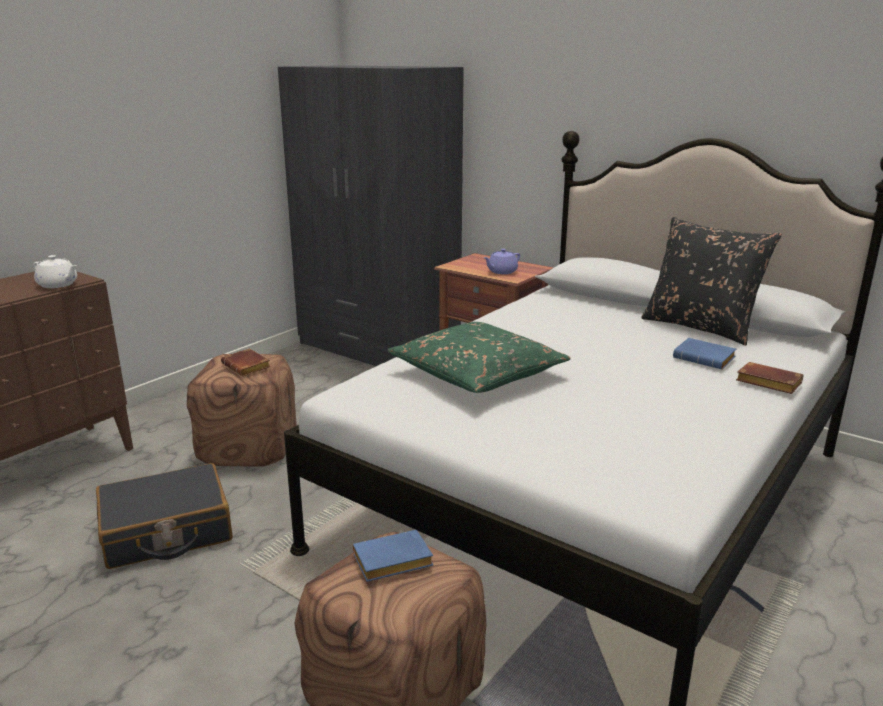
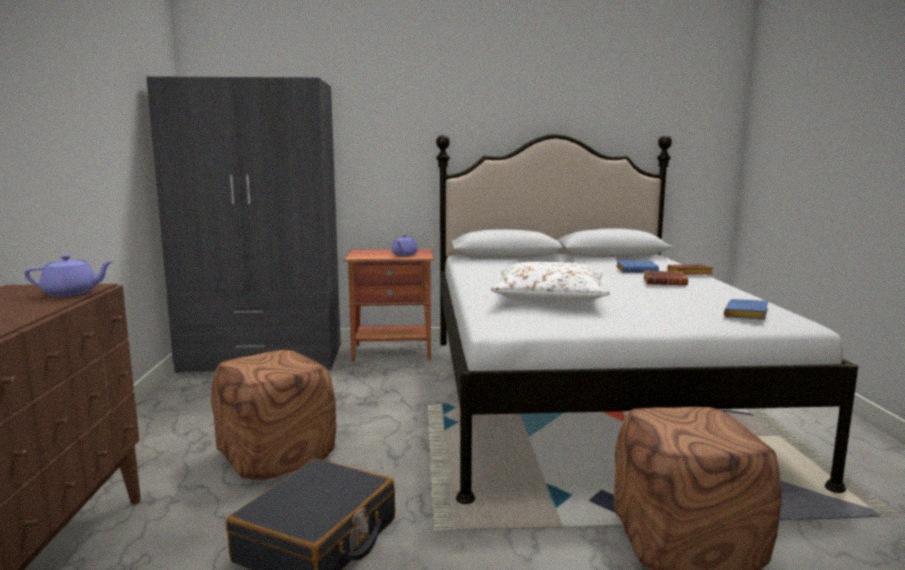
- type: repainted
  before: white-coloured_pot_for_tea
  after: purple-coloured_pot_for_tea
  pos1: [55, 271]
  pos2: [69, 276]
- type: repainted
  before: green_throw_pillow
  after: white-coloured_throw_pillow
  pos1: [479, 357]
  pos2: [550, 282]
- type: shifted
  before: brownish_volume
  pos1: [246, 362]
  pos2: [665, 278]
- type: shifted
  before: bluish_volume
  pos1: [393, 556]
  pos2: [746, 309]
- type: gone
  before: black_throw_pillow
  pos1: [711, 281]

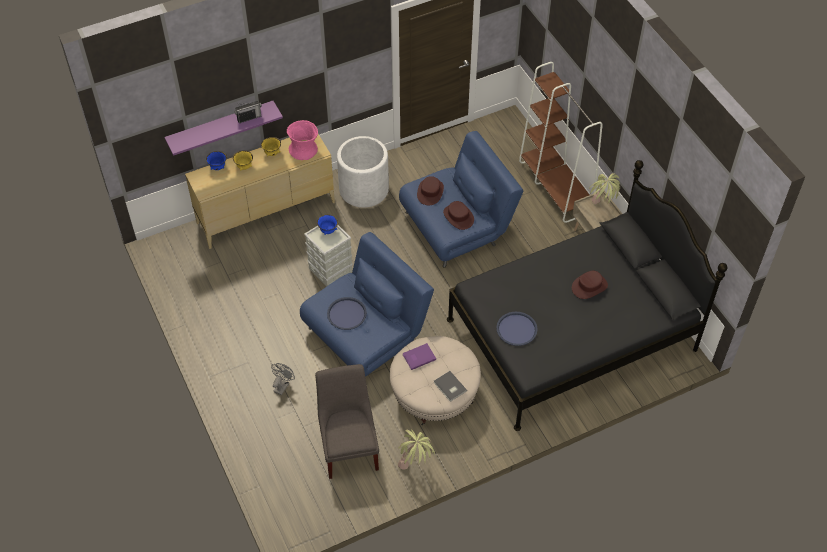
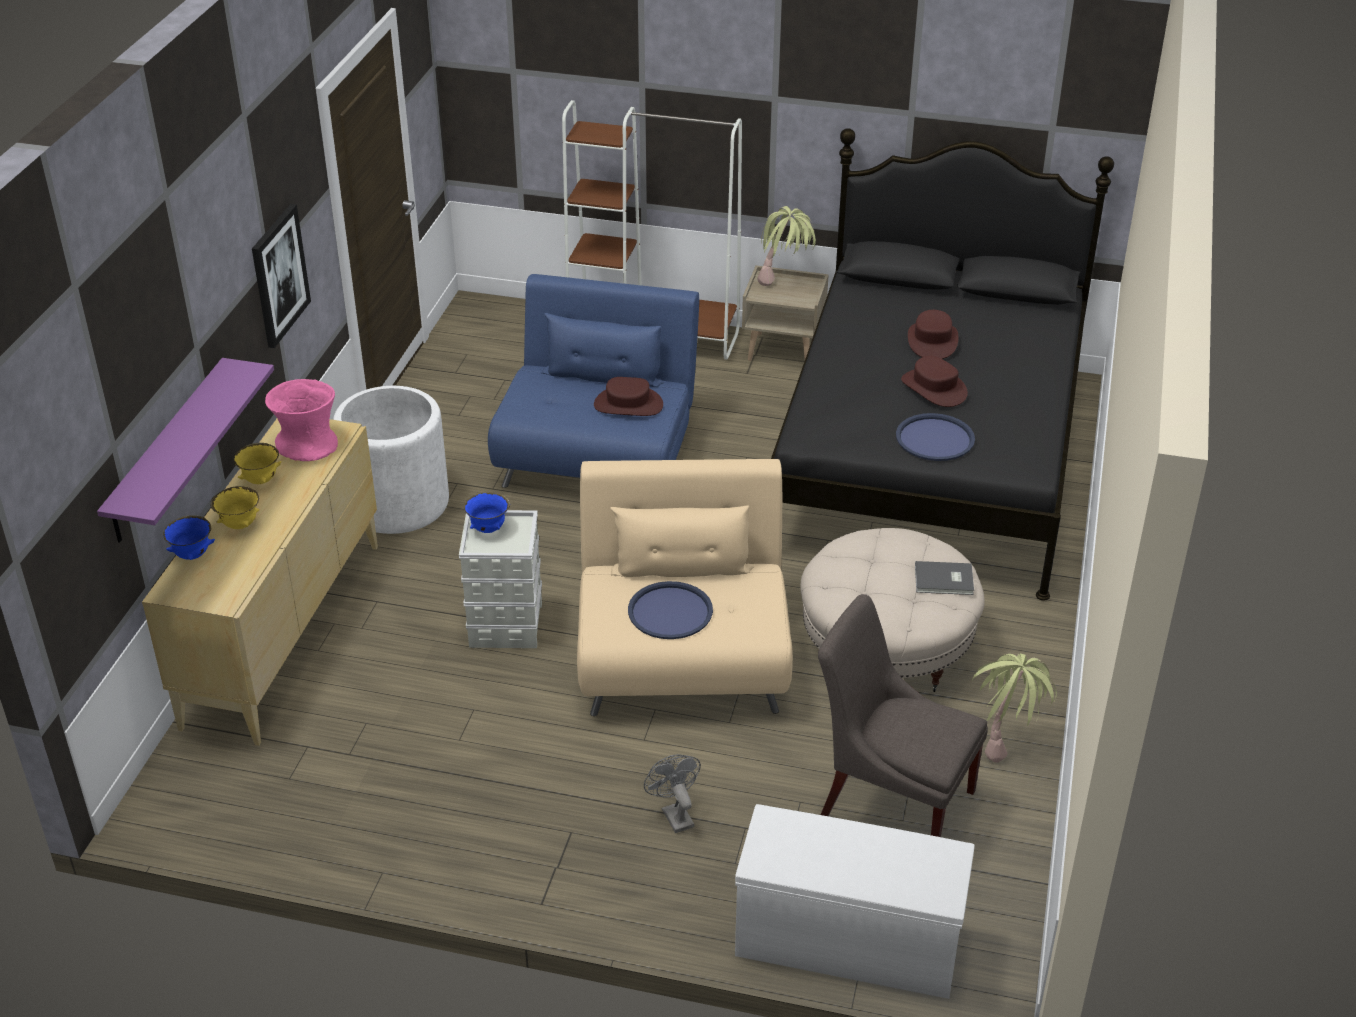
- type: new
  after: wall_picture
  pos2: [281, 276]
- type: repainted
  before: bluish_lounge_chair
  after: beige_lounge_chair
  pos1: [367, 304]
  pos2: [685, 587]
- type: new
  after: white-coloured_long_seat
  pos2: [854, 901]
- type: shifted
  before: brownish_hat
  pos1: [430, 190]
  pos2: [934, 381]
- type: gone
  before: radio_receiver
  pos1: [248, 112]
- type: gone
  before: purple-coloured_volume
  pos1: [419, 356]

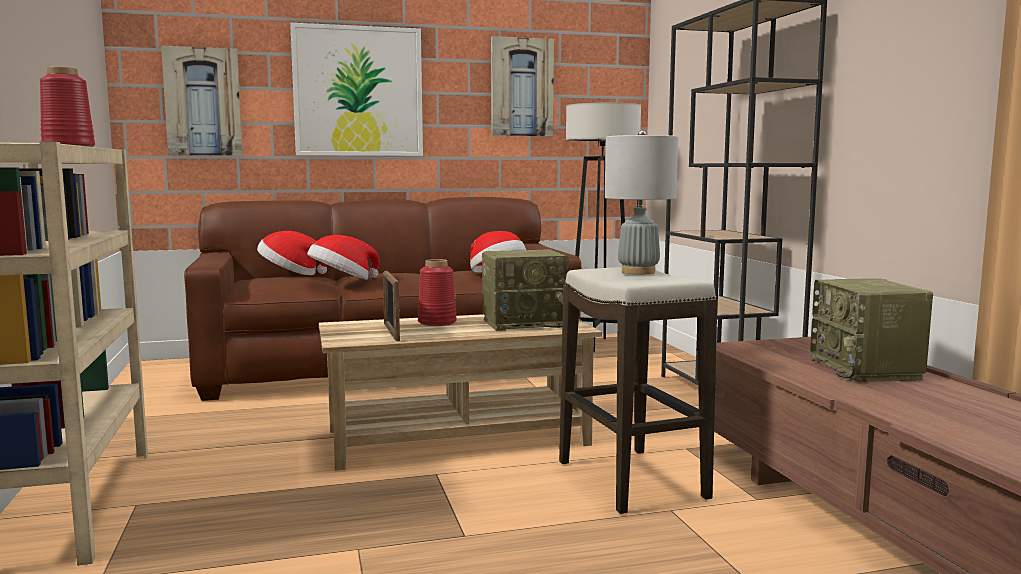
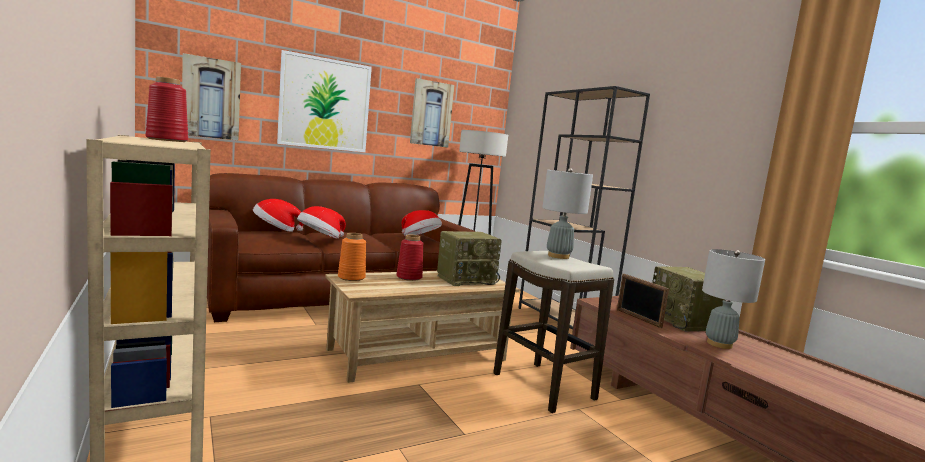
- type: new
  after: orangey_decorative_vase
  pos2: [352, 257]
- type: shifted
  before: standing_frame
  pos1: [391, 306]
  pos2: [643, 301]
- type: new
  after: greyish_lamp_for_a_table
  pos2: [733, 299]

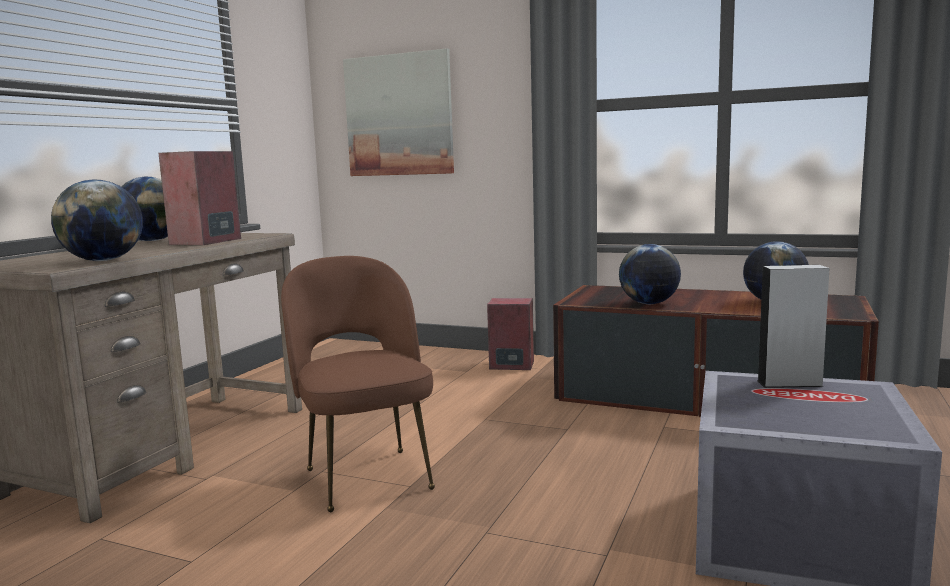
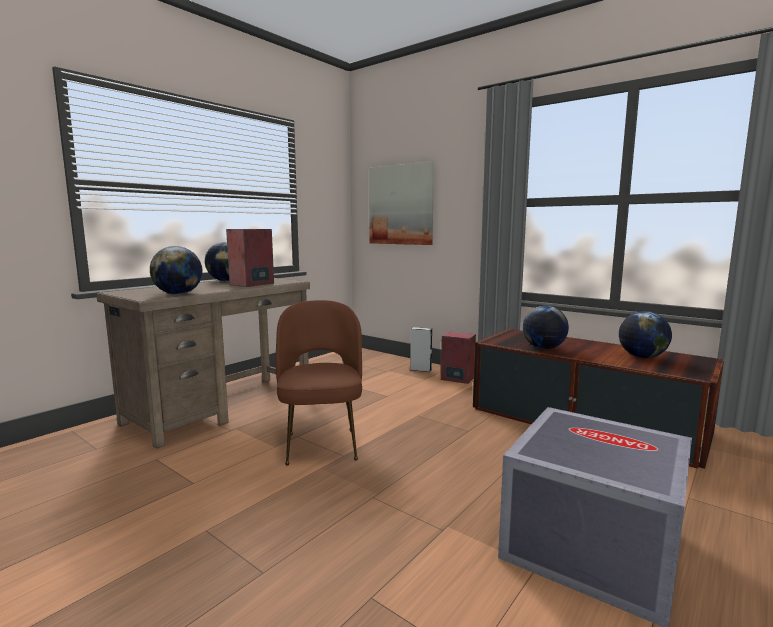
- type: shifted
  before: greyish_loudspeaker
  pos1: [793, 326]
  pos2: [421, 349]

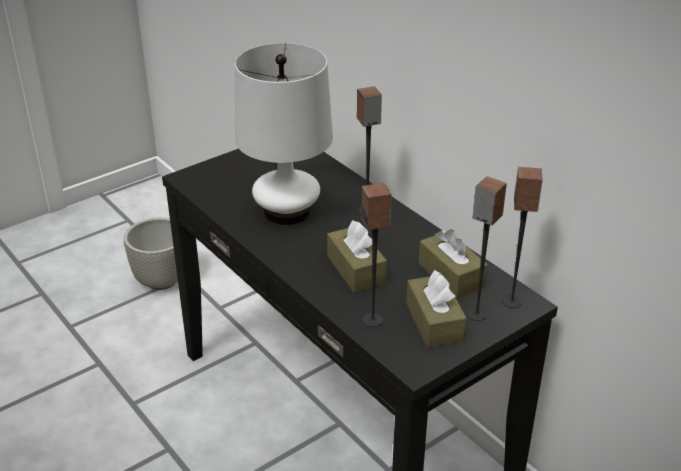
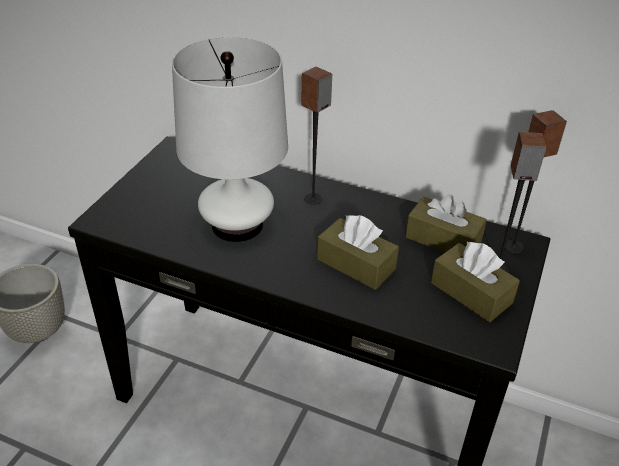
- type: gone
  before: loudspeaker
  pos1: [376, 255]

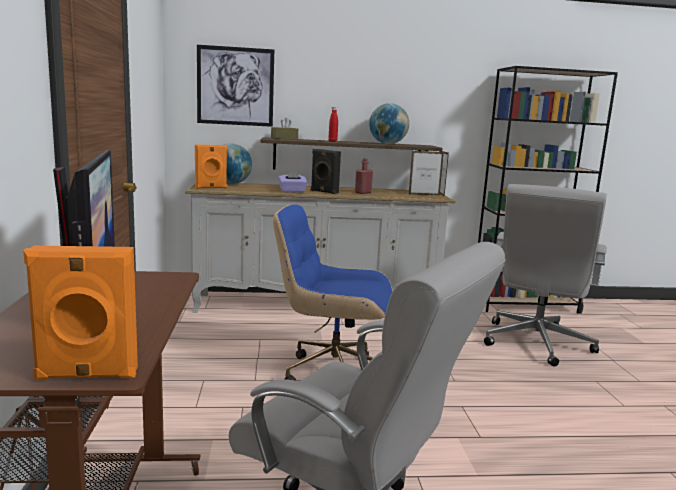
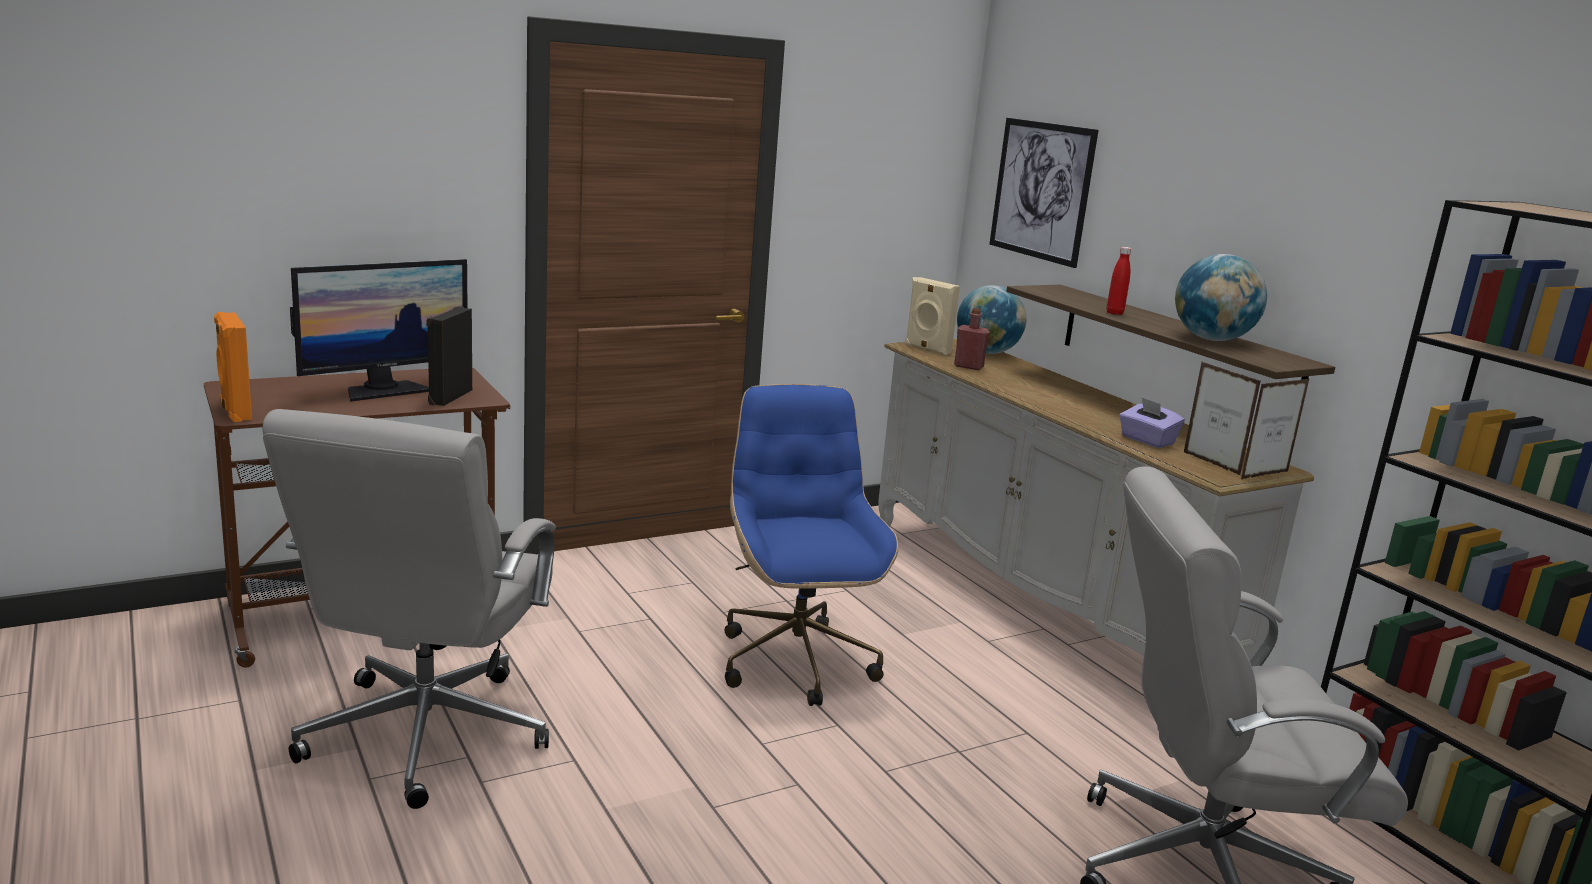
- type: shifted
  before: black_loudspeaker
  pos1: [326, 171]
  pos2: [449, 356]
- type: repainted
  before: orangey_loudspeaker
  after: beige_loudspeaker
  pos1: [211, 166]
  pos2: [932, 316]
- type: shifted
  before: reddish_drink_bottle
  pos1: [364, 176]
  pos2: [972, 339]
- type: shifted
  before: purple-coloured_tissue_box
  pos1: [292, 182]
  pos2: [1152, 422]
- type: gone
  before: brownish_tissue_box
  pos1: [284, 128]

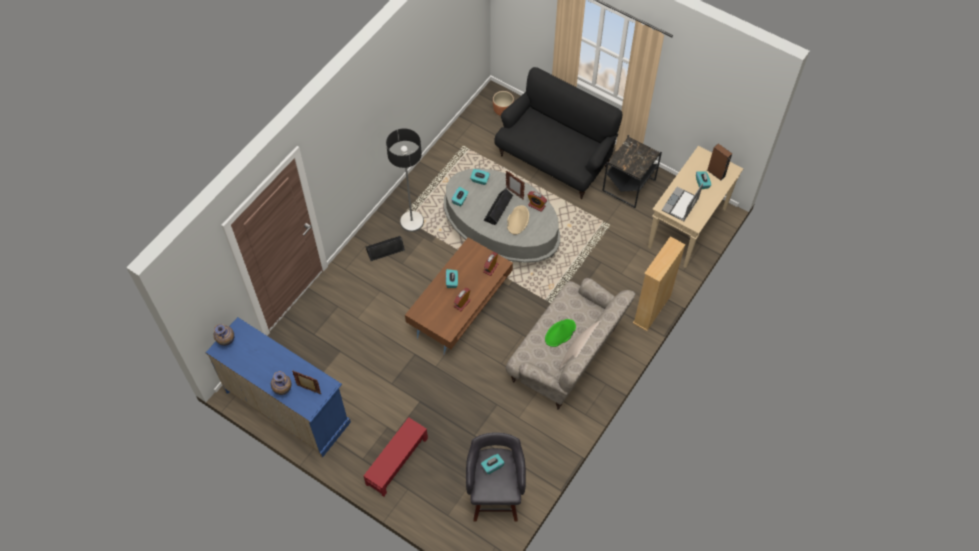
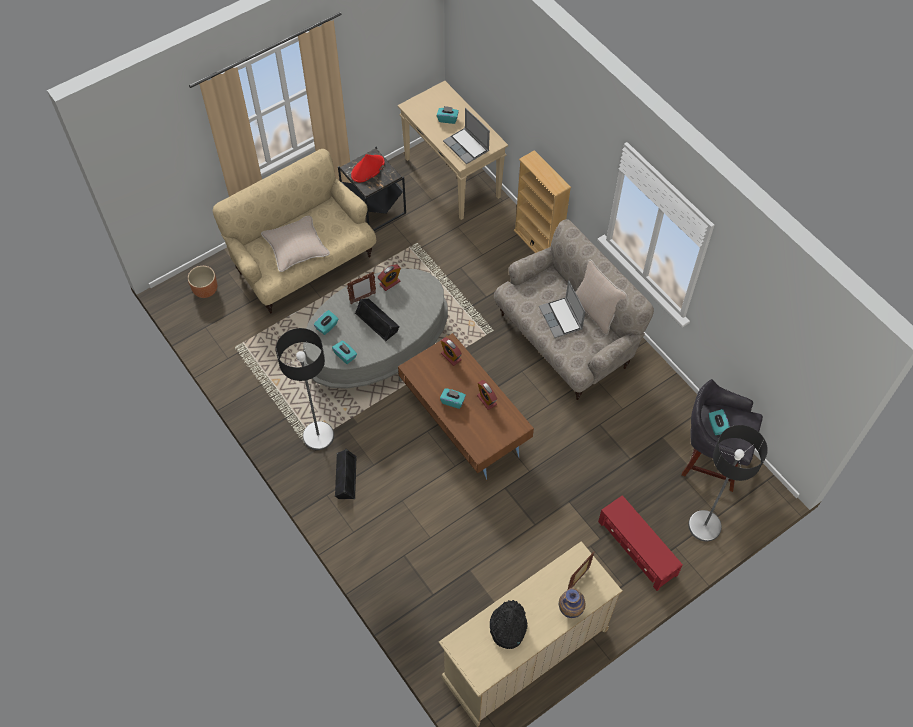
- type: repainted
  before: black_couch
  after: beige_couch
  pos1: [558, 133]
  pos2: [294, 231]
- type: new
  after: beige_throw_pillow
  pos2: [295, 244]
- type: new
  after: reddish_hat
  pos2: [368, 168]
- type: repainted
  before: bluish_storage_cabinet
  after: beige_storage_cabinet
  pos1: [278, 387]
  pos2: [530, 634]
- type: new
  after: black_hat
  pos2: [508, 624]
- type: swapped
  before: green_hat
  after: notebook_computer
  pos1: [560, 333]
  pos2: [562, 309]
- type: new
  after: standard_lamp
  pos2: [728, 483]
- type: gone
  before: decorative_vase
  pos1: [224, 335]
- type: gone
  before: beige_hat
  pos1: [518, 220]
- type: gone
  before: brownish_loudspeaker
  pos1: [719, 162]

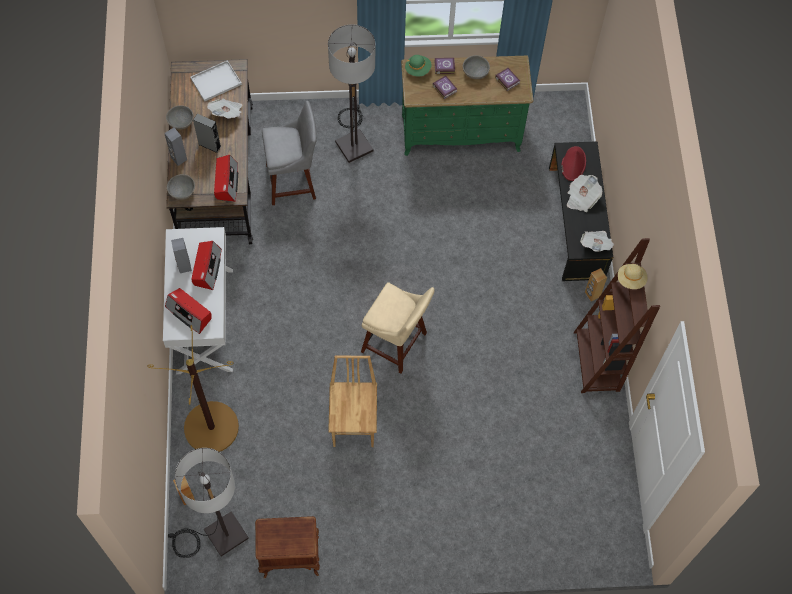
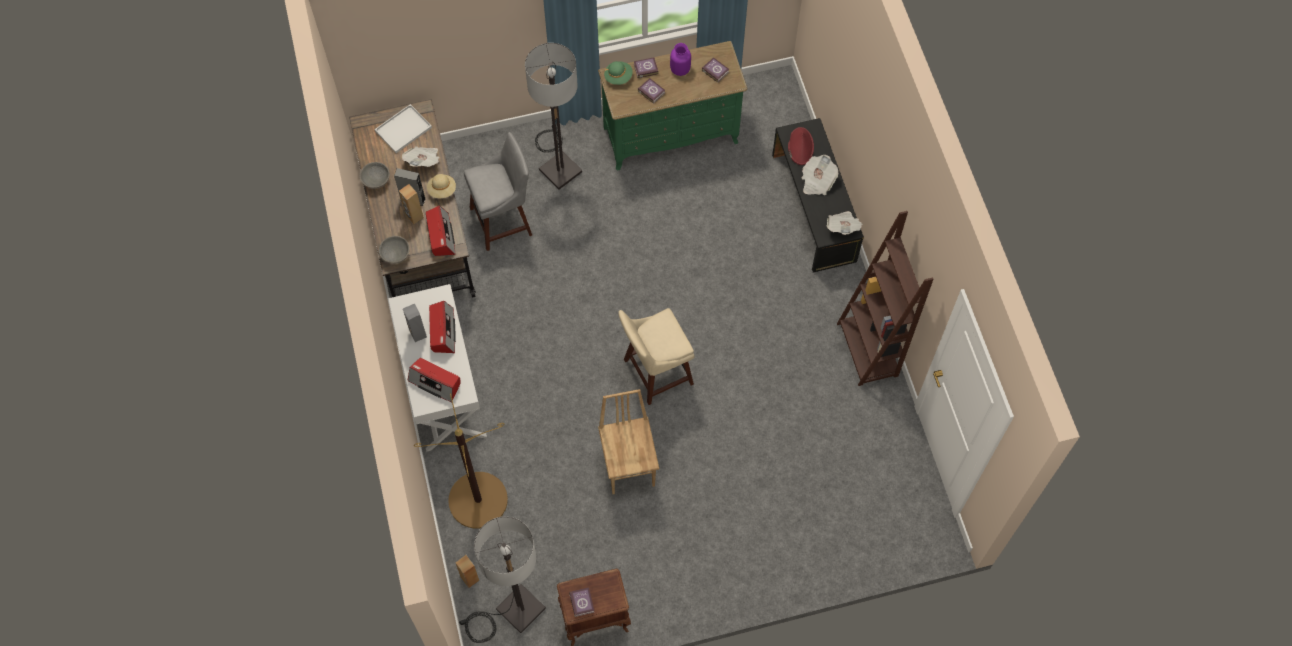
- type: shifted
  before: brownish_loudspeaker
  pos1: [596, 285]
  pos2: [411, 204]
- type: shifted
  before: beige_hat
  pos1: [632, 276]
  pos2: [441, 186]
- type: new
  after: volume
  pos2: [581, 602]
- type: rotated
  before: beige_chair
  pos1: [398, 328]
  pos2: [656, 356]
  turn: 135
- type: swapped
  before: greyish_serving_bowl
  after: purple-coloured_decorative_vase
  pos1: [476, 67]
  pos2: [680, 59]
- type: gone
  before: greyish_loudspeaker
  pos1: [175, 146]

